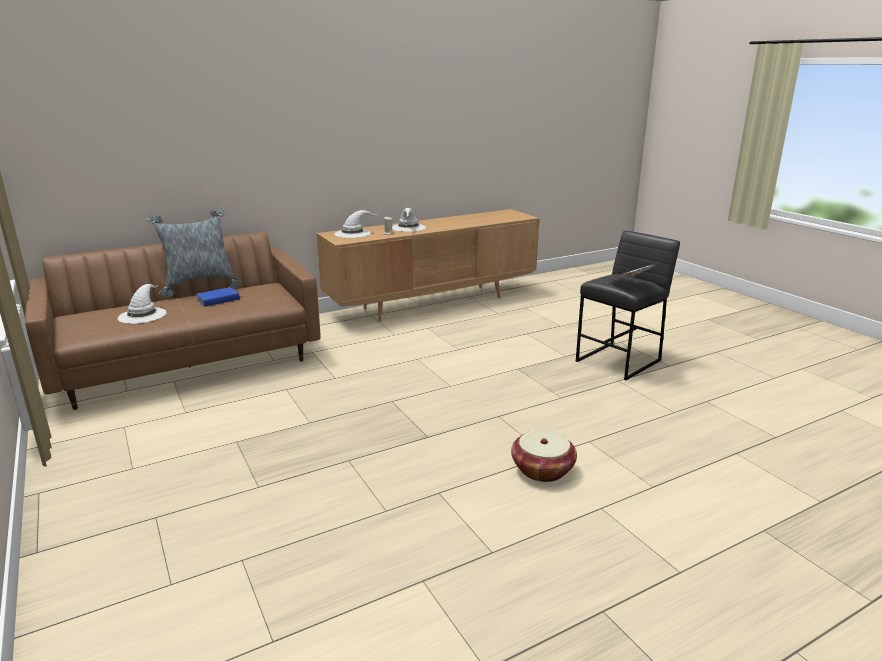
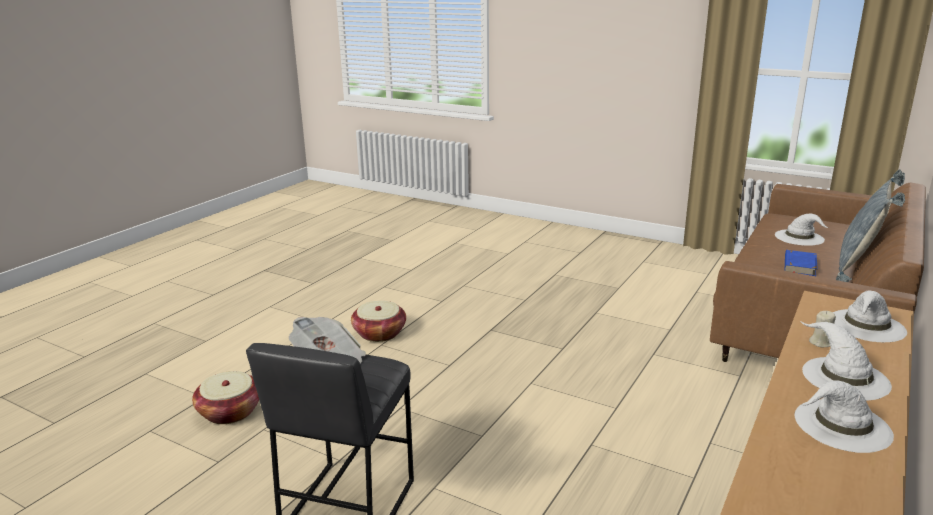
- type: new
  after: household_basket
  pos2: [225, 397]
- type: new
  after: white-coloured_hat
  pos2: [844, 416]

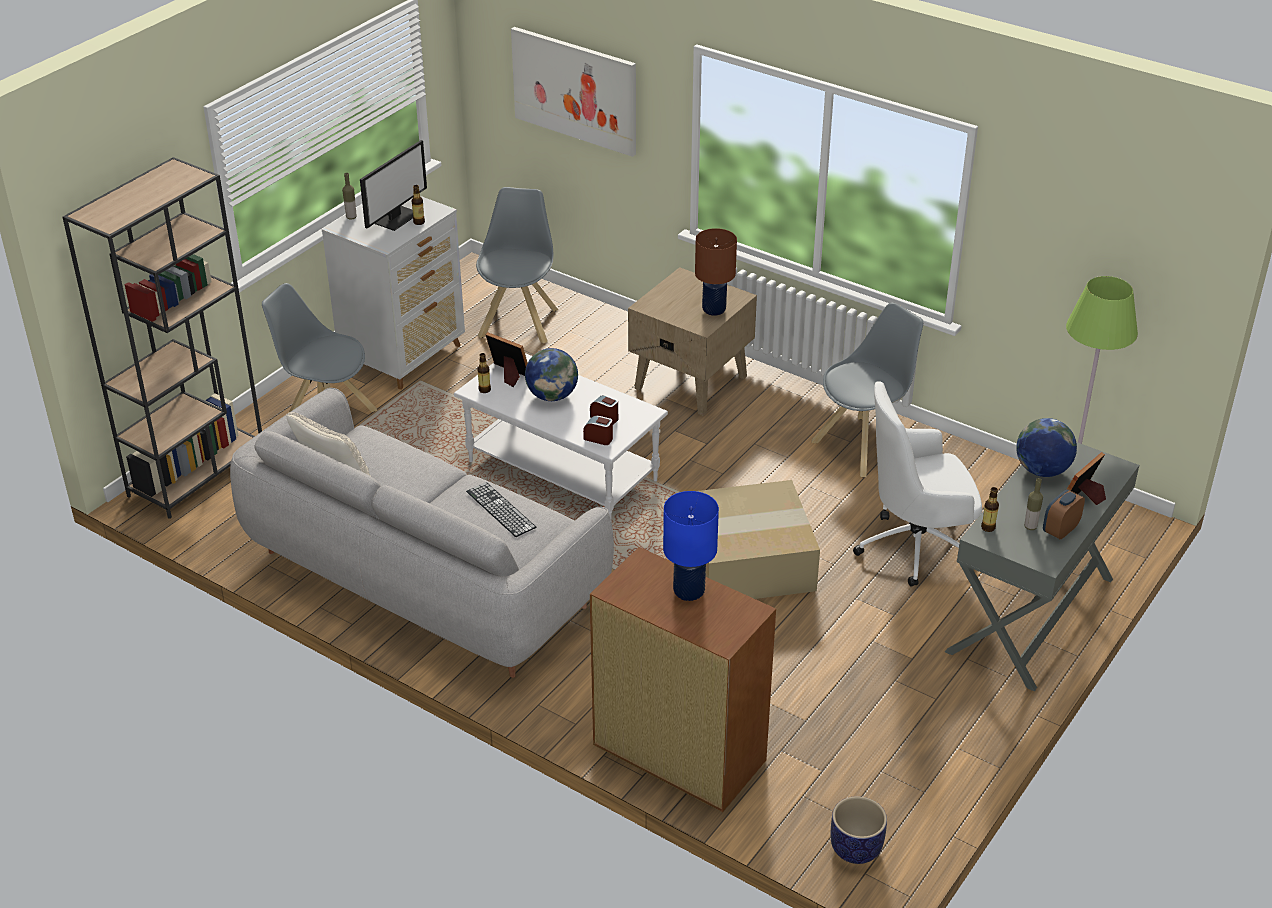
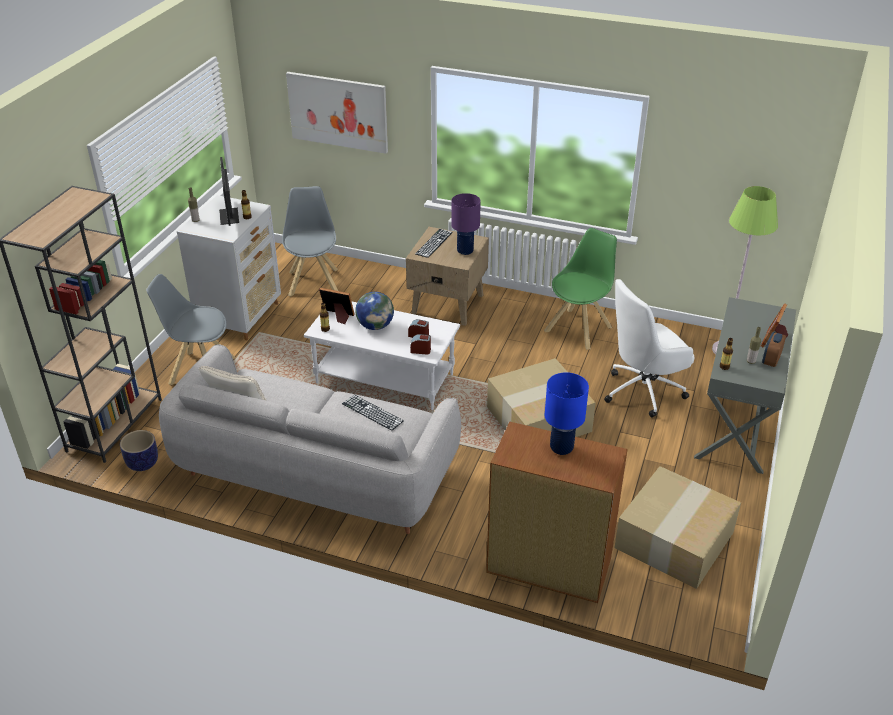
- type: shifted
  before: planter
  pos1: [859, 830]
  pos2: [139, 450]
- type: rotated
  before: computer_display
  pos1: [393, 185]
  pos2: [229, 191]
  turn: 150
- type: new
  after: computer_keyboard
  pos2: [434, 243]
- type: repainted
  before: brownish_lamp_for_a_table
  after: purple-coloured_lamp_for_a_table
  pos1: [716, 272]
  pos2: [466, 224]
- type: repainted
  before: greyish_chair
  after: green_chair
  pos1: [867, 390]
  pos2: [580, 289]
- type: new
  after: cardboard_box
  pos2: [677, 527]
- type: gone
  before: globe
  pos1: [1046, 447]

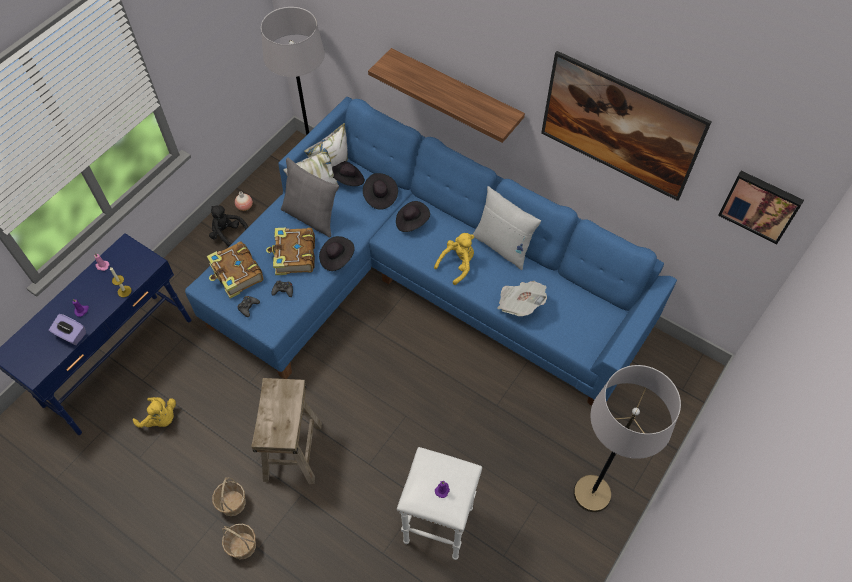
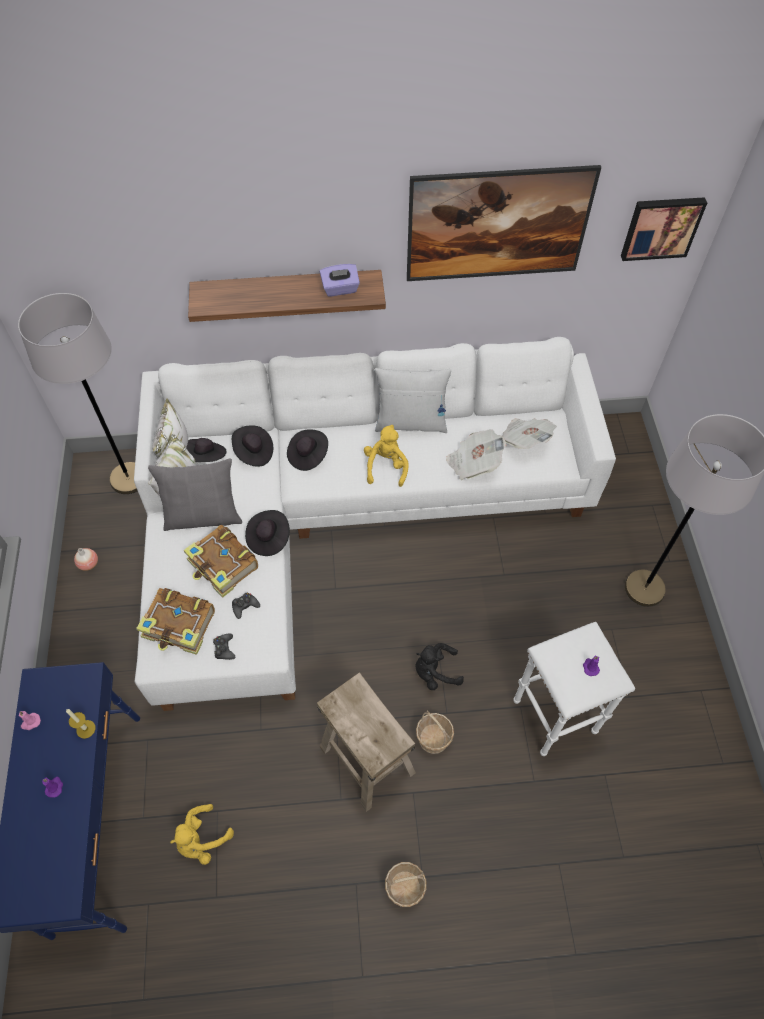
- type: repainted
  before: bluish_couch
  after: white-coloured_couch
  pos1: [431, 251]
  pos2: [375, 524]
- type: rotated
  before: yellowish_cuddly_toy
  pos1: [154, 412]
  pos2: [202, 834]
  turn: 150
- type: shifted
  before: purple-coloured_tissue_box
  pos1: [67, 329]
  pos2: [340, 280]
- type: shifted
  before: black_cuddly_toy
  pos1: [228, 226]
  pos2: [439, 666]
- type: shifted
  before: household_basket
  pos1: [229, 496]
  pos2: [435, 732]
- type: new
  after: printed_paper
  pos2: [529, 433]

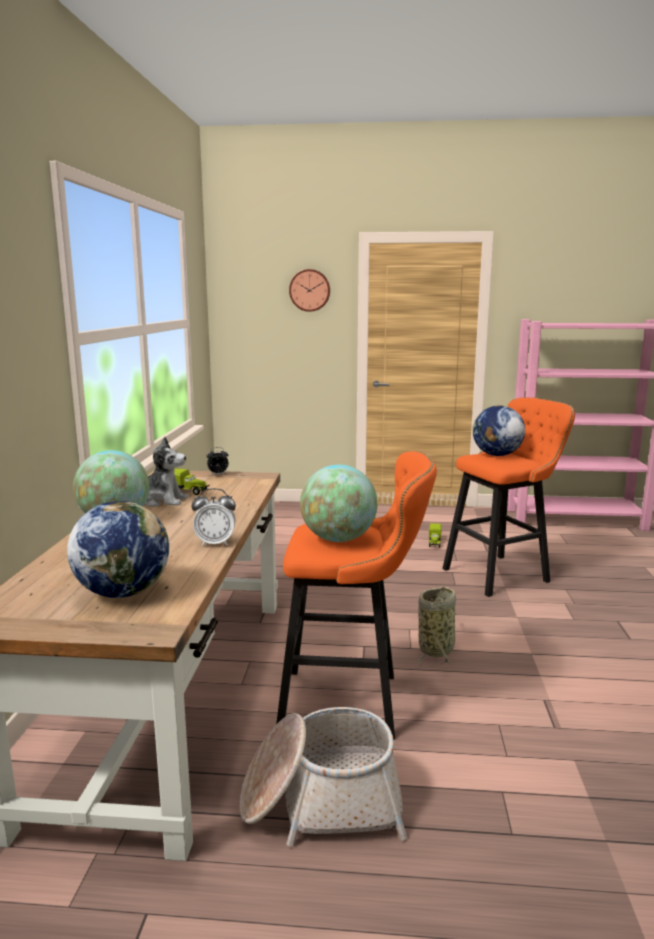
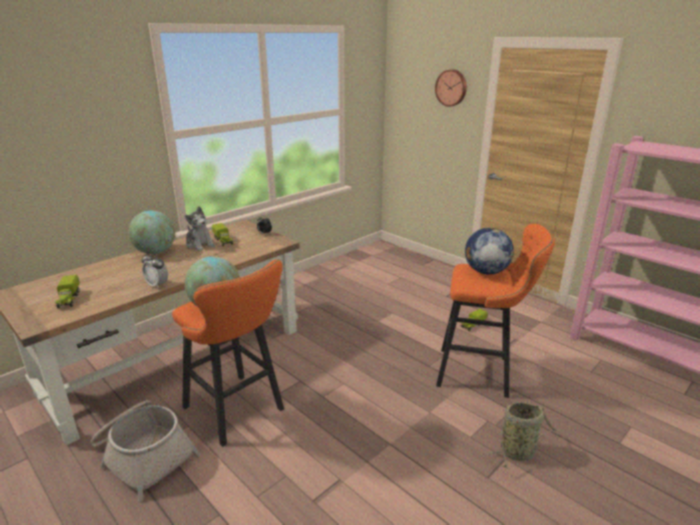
- type: swapped
  before: globe
  after: toy_lorry
  pos1: [118, 549]
  pos2: [67, 291]
- type: shifted
  before: household_basket
  pos1: [437, 626]
  pos2: [524, 435]

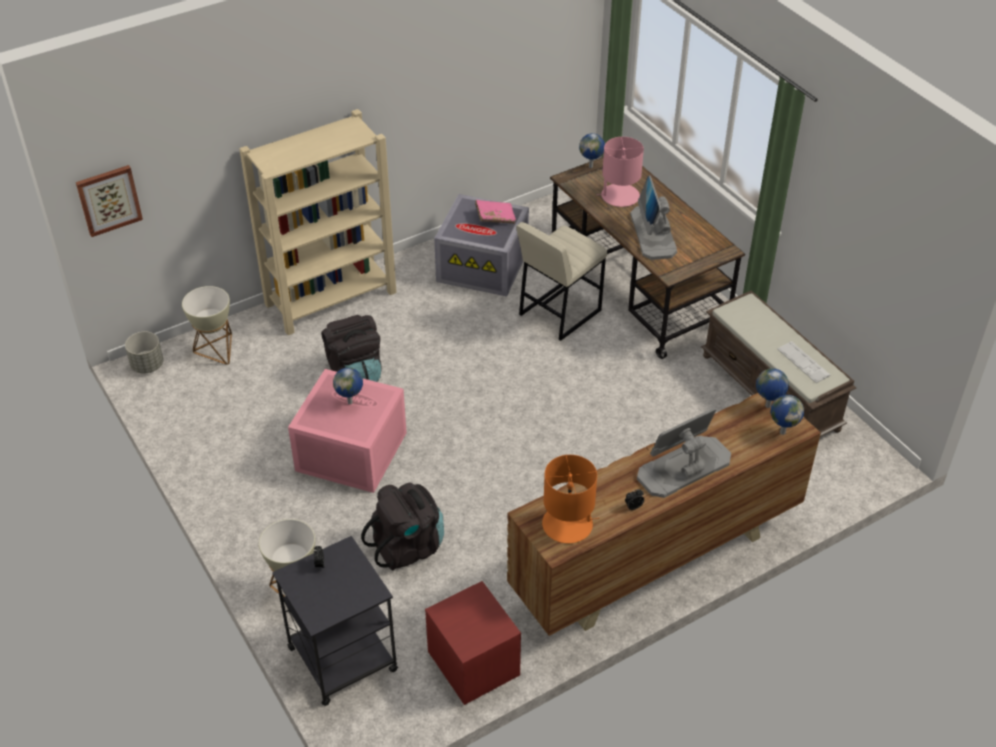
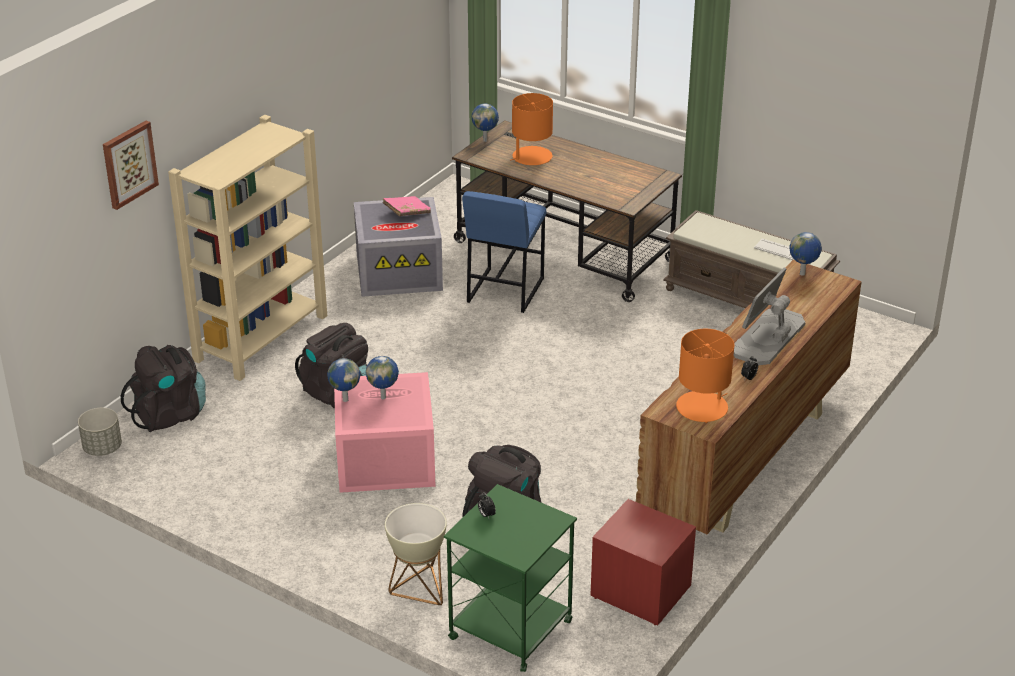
- type: shifted
  before: wall_picture
  pos1: [109, 201]
  pos2: [131, 165]
- type: swapped
  before: planter
  after: black_rucksack
  pos1: [207, 325]
  pos2: [163, 388]
- type: shifted
  before: globe
  pos1: [787, 415]
  pos2: [343, 380]
- type: repainted
  before: black_wheeled_cart
  after: green_wheeled_cart
  pos1: [335, 621]
  pos2: [510, 578]
- type: repainted
  before: beige_chair
  after: bluish_chair
  pos1: [561, 281]
  pos2: [504, 252]
- type: repainted
  before: pink-coloured_lamp_for_a_table
  after: orangey_lamp_for_a_table
  pos1: [620, 172]
  pos2: [531, 129]
- type: gone
  before: computer_display
  pos1: [653, 218]

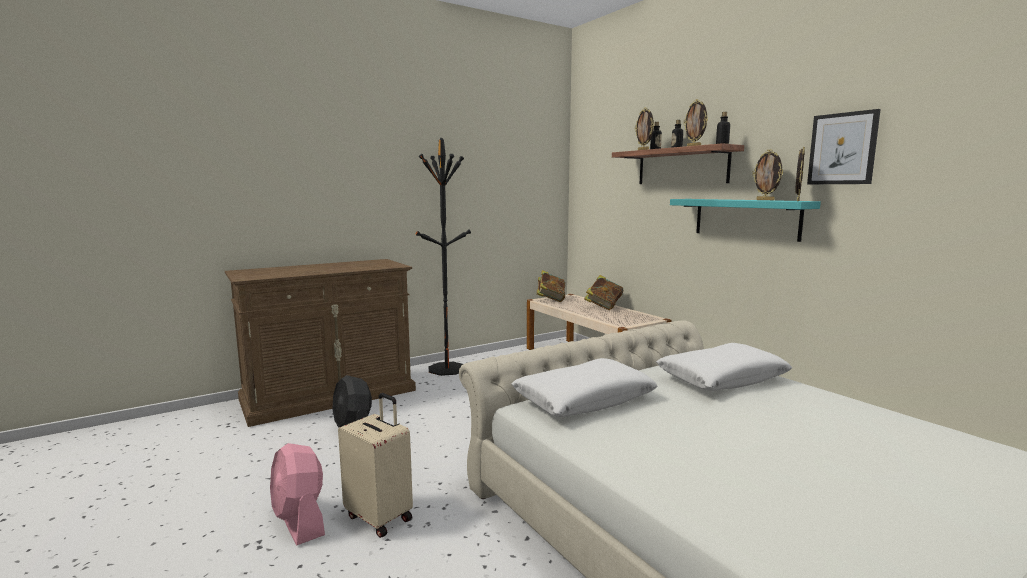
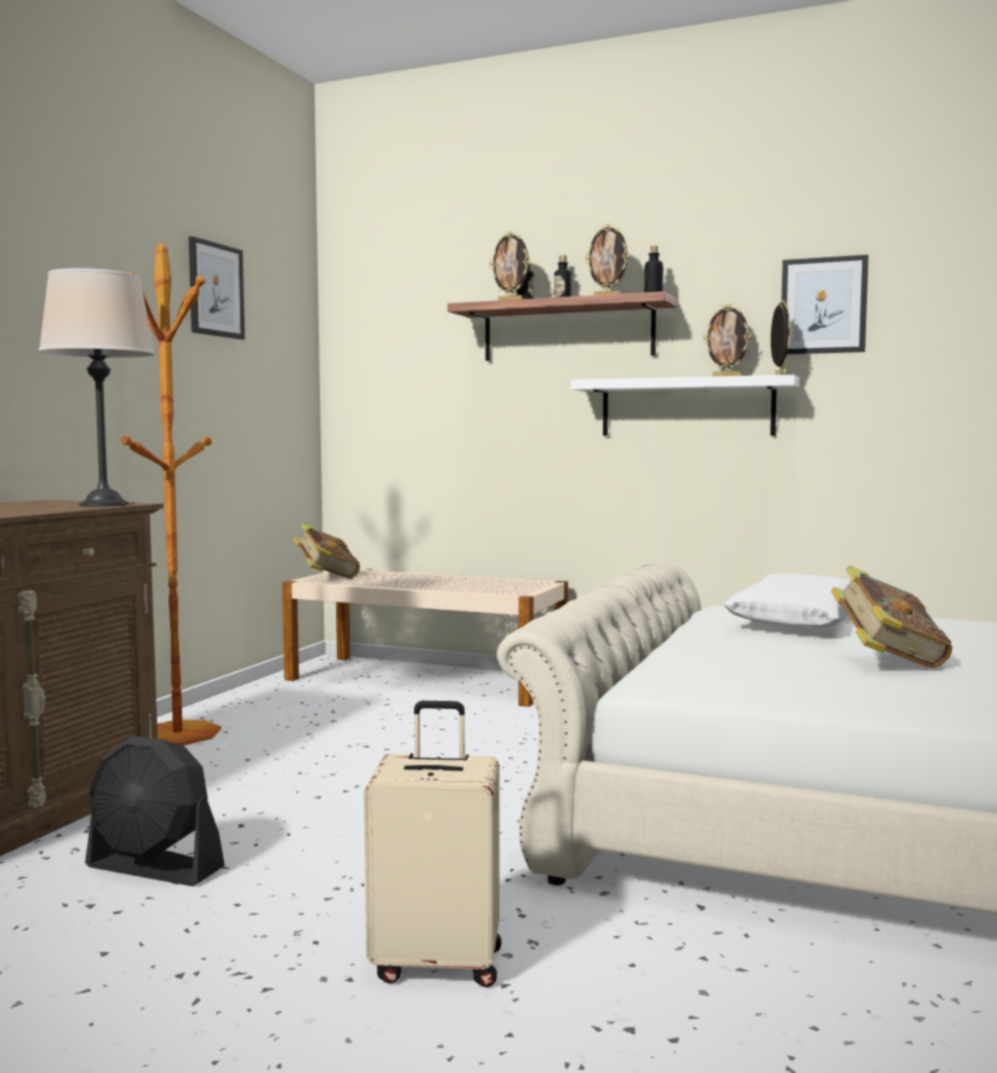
- type: new
  after: beige_lamp_for_a_table
  pos2: [97, 387]
- type: repainted
  before: black_garment_stand
  after: orangey_garment_stand
  pos1: [443, 257]
  pos2: [171, 494]
- type: new
  after: wall_picture
  pos2: [217, 288]
- type: repainted
  before: turquoise-coloured_wall_shelf
  after: white-coloured_wall_shelf
  pos1: [745, 220]
  pos2: [685, 405]
- type: shifted
  before: volume
  pos1: [603, 292]
  pos2: [891, 616]
- type: gone
  before: pink-coloured_electric_fan
  pos1: [297, 494]
- type: gone
  before: white-coloured_throw_pillow
  pos1: [584, 387]

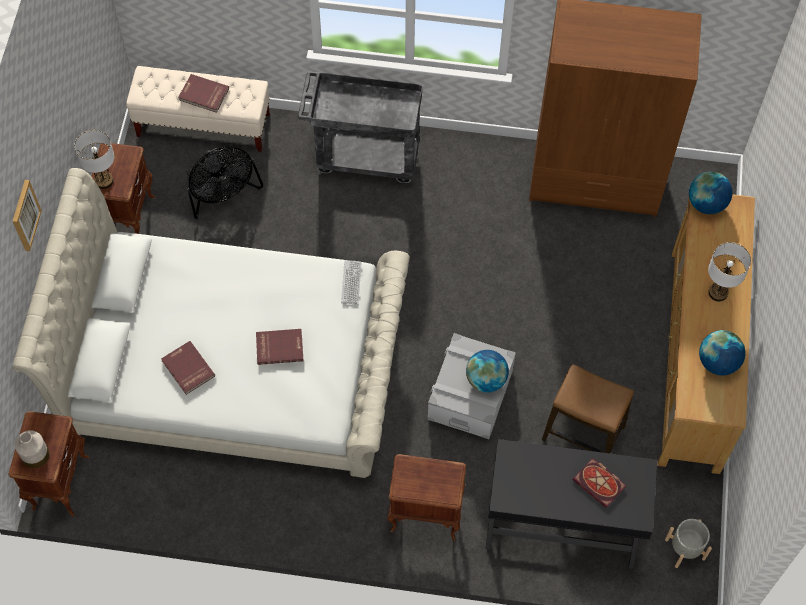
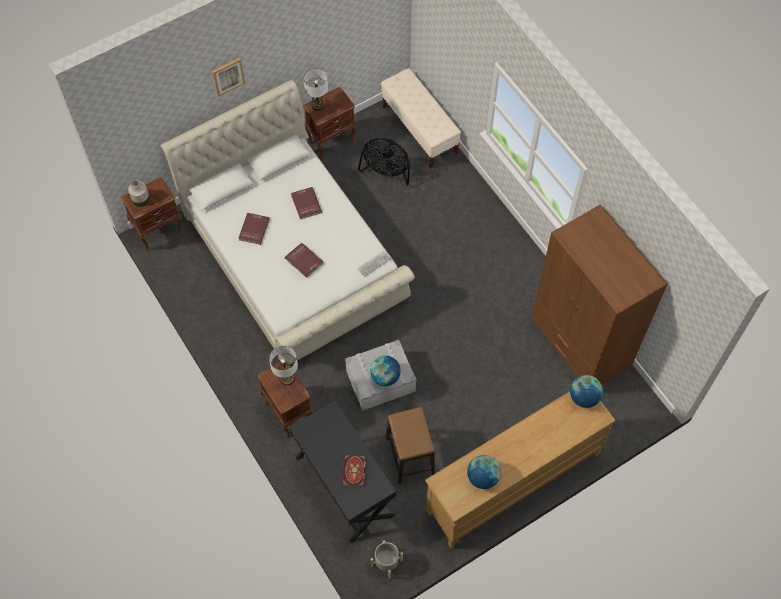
- type: shifted
  before: lamp_for_a_table
  pos1: [729, 271]
  pos2: [283, 365]
- type: shifted
  before: reddish_volume
  pos1: [203, 93]
  pos2: [306, 203]
- type: gone
  before: greyish_wheeled_cart
  pos1: [360, 127]

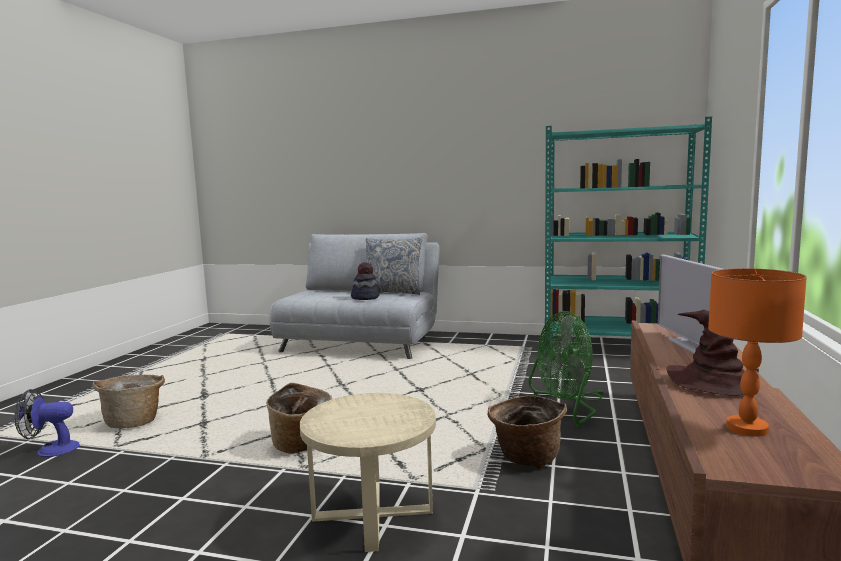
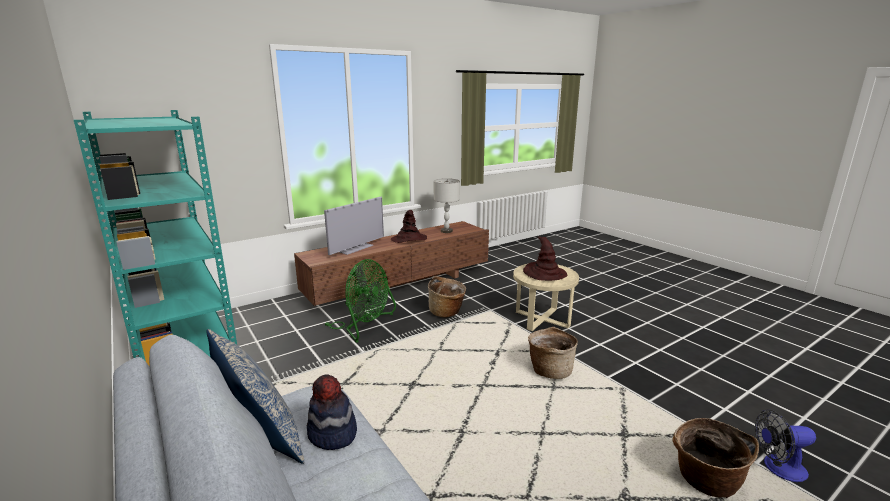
- type: repainted
  before: orangey_lamp_for_a_table
  after: greyish_lamp_for_a_table
  pos1: [757, 352]
  pos2: [447, 205]
- type: new
  after: brownish_hat
  pos2: [545, 259]
- type: rotated
  before: electric_fan
  pos1: [47, 423]
  pos2: [785, 445]
  turn: 150

